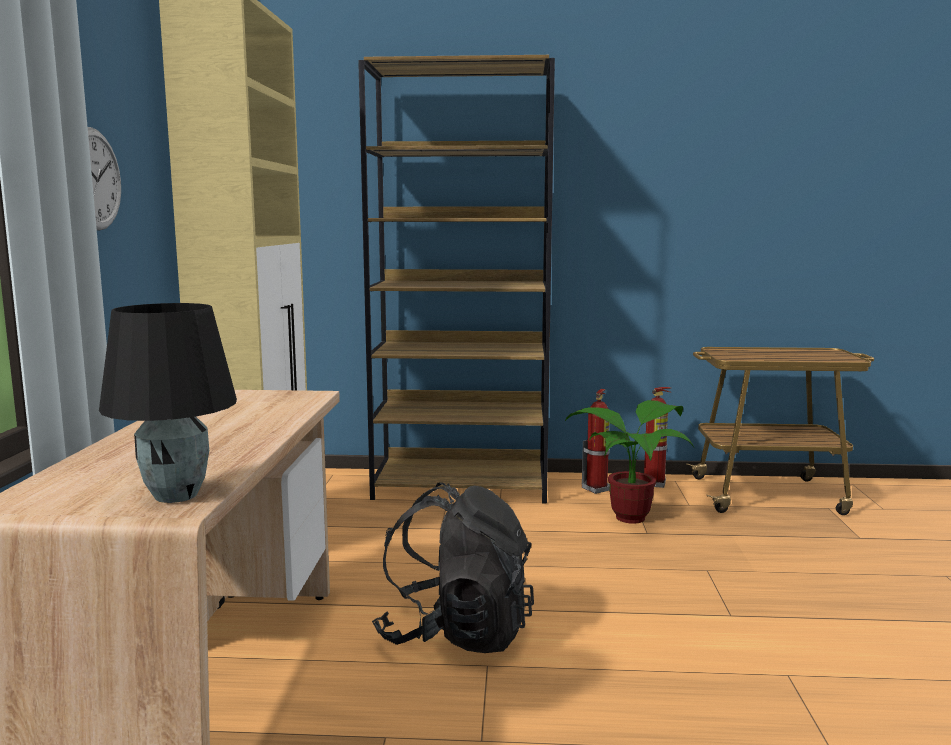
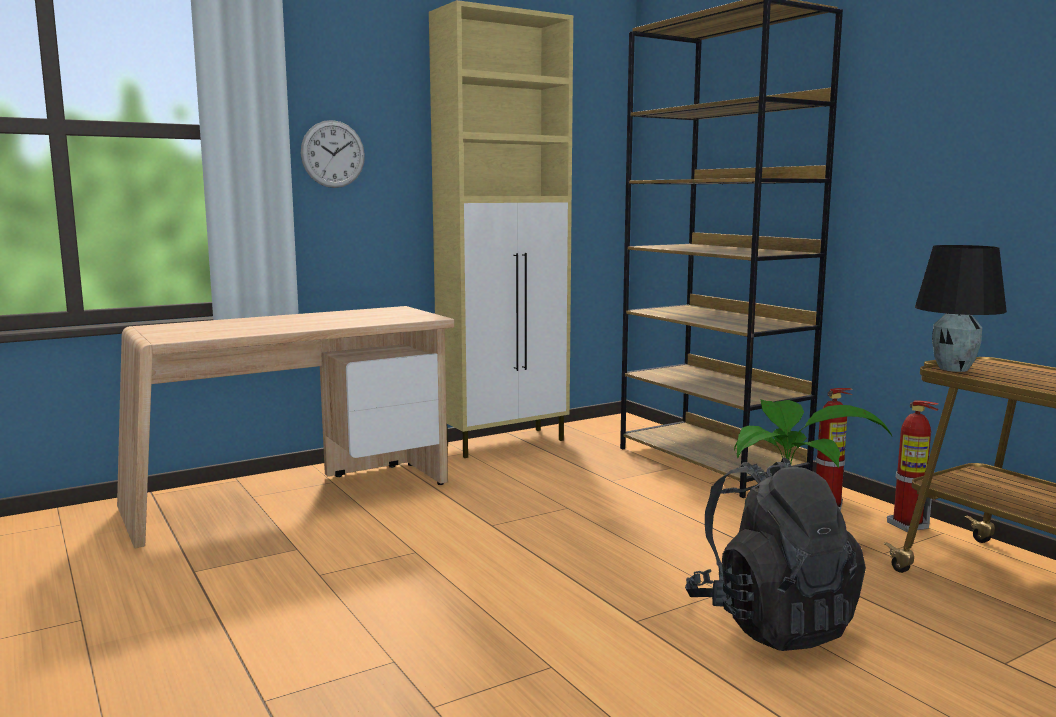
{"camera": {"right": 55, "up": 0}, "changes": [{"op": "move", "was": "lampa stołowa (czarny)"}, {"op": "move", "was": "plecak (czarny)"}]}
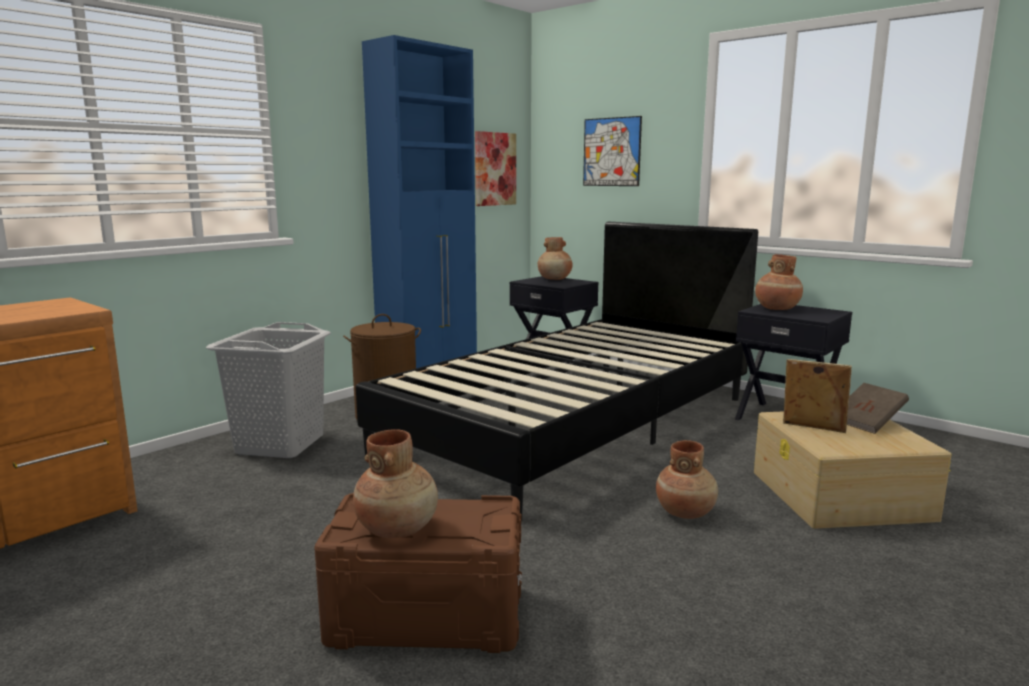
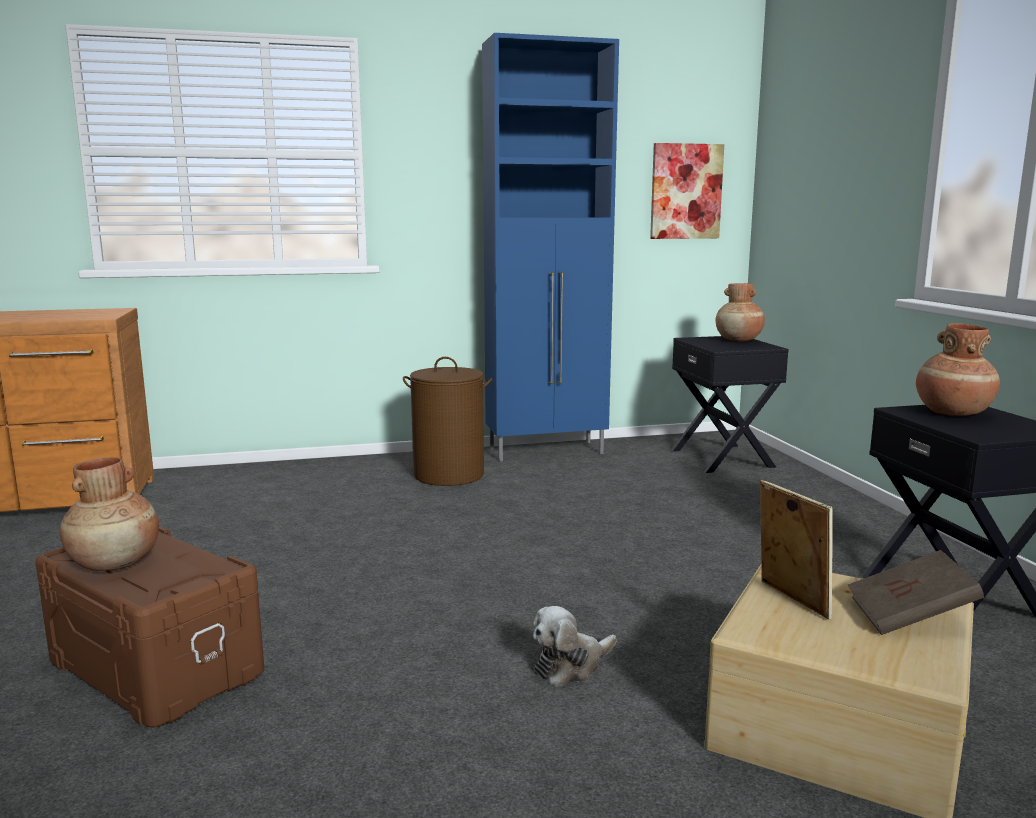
{"camera": {"right": 35, "up": 0}, "changes": [{"op": "delete", "was": "obraz (2nd from left)"}, {"op": "delete", "was": "łóżko (czarny)"}, {"op": "delete", "was": "kosz na pranie (szary)"}, {"op": "replace", "was": "wazon (brązowy) (3rd from left)", "now": "pluszak"}]}
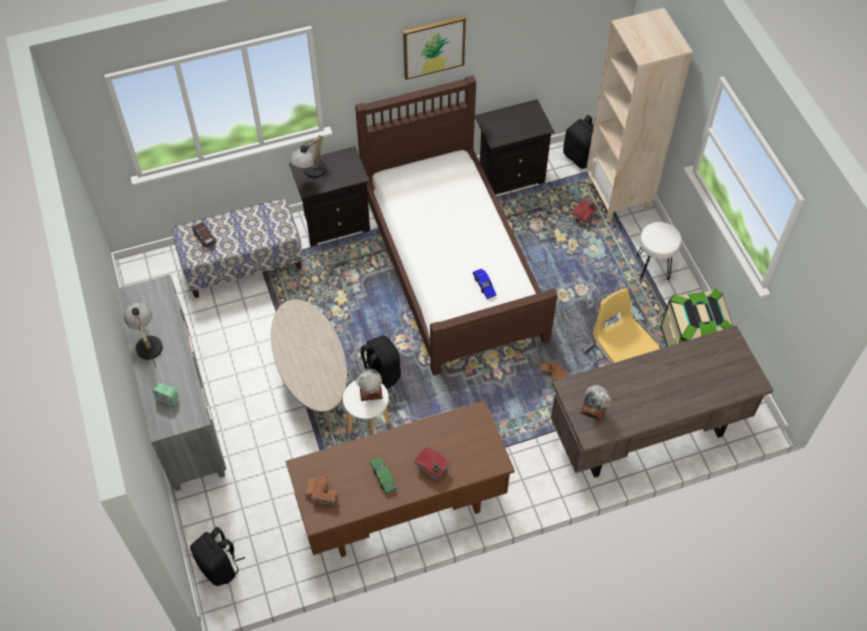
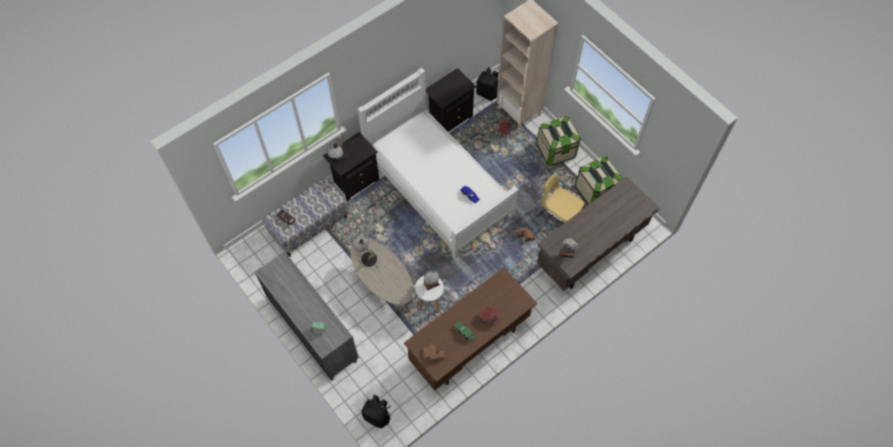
{"camera": {"right": -20, "up": 5}, "changes": [{"op": "delete", "was": "obraz"}, {"op": "recolor", "was": "łóżko (brązowy)", "now": "łóżko (biały)"}, {"op": "replace", "was": "stołek (biały) (2nd from left)", "now": "pojemnik do przechowywania (1st from left)"}, {"op": "move", "was": "lampa stołowa (1st from left in the first image)", "now": "lampa stołowa (2nd from left)"}, {"op": "delete", "was": "plecak (czarny) (2nd from left)"}]}
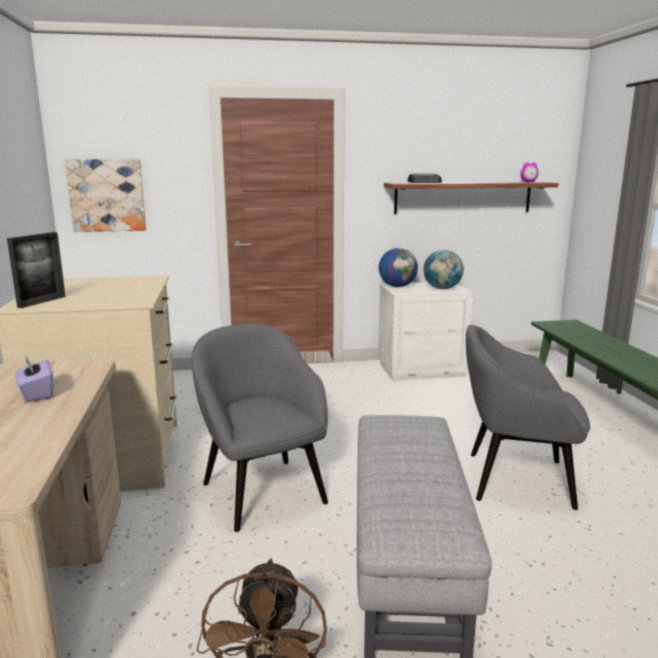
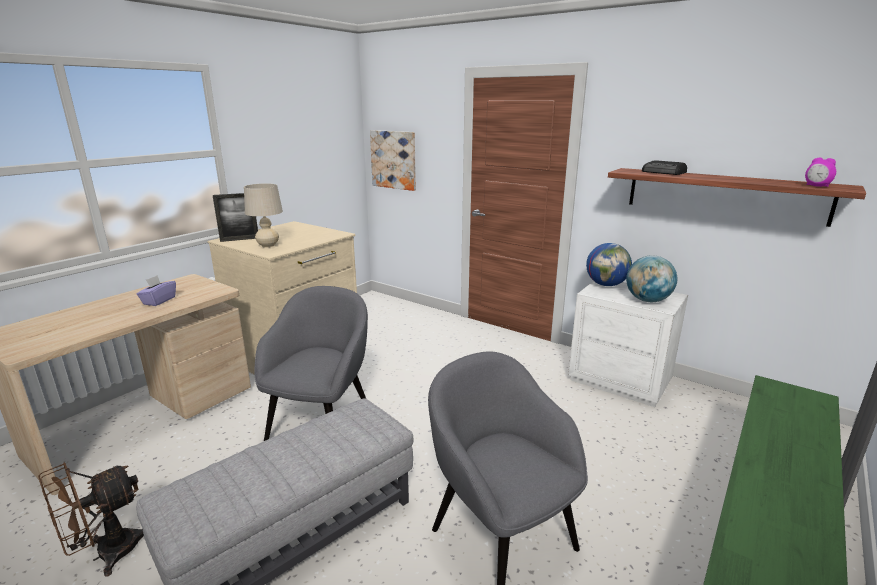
{"camera": {"right": 45, "up": 5}, "changes": [{"op": "insert", "now": "lampa stołowa (beżowy)"}]}
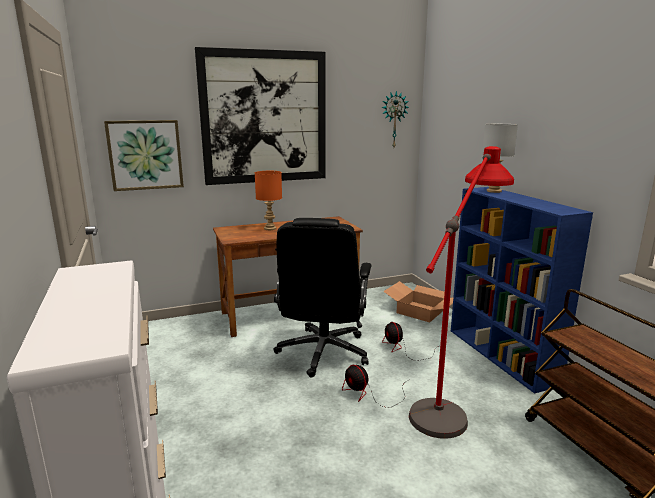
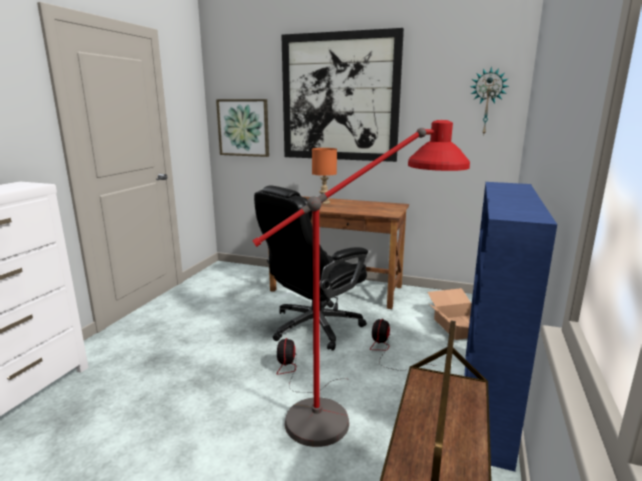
{"camera": {"right": 40, "up": 0}, "changes": [{"op": "delete", "was": "lampa stołowa (szary)"}]}
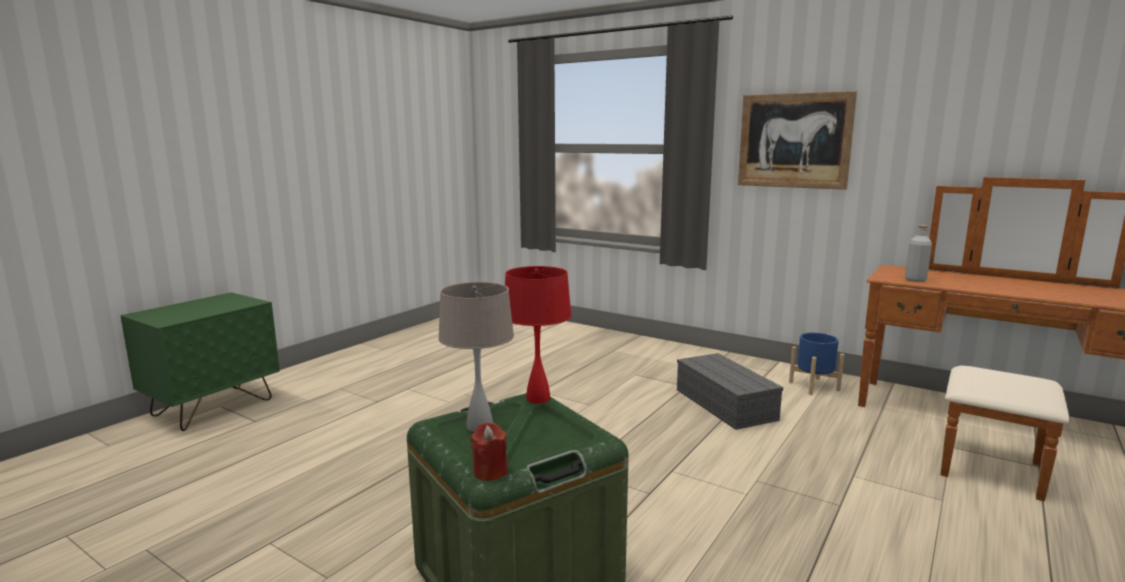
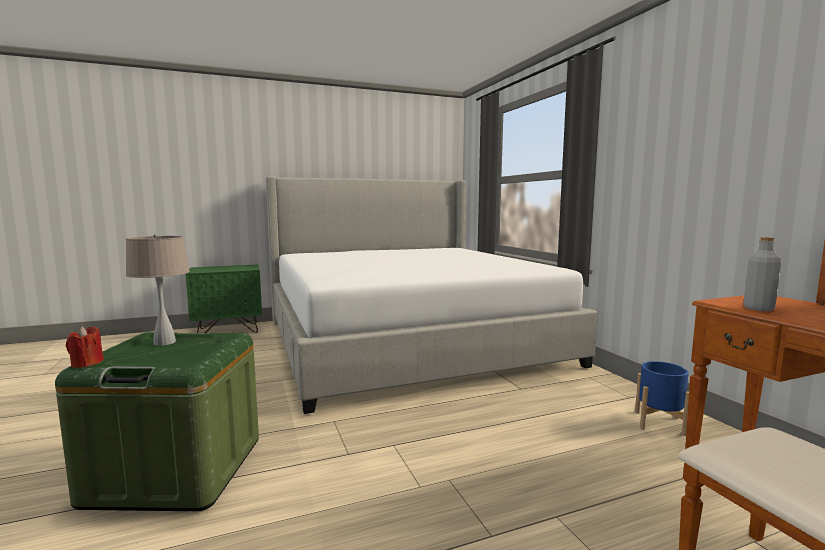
{"camera": {"right": 35, "up": -5}, "changes": [{"op": "delete", "was": "obraz"}, {"op": "delete", "was": "lampa stołowa (czerwony)"}, {"op": "delete", "was": "pojemnik do przechowywania (szary)"}, {"op": "insert", "now": "łóżko"}]}
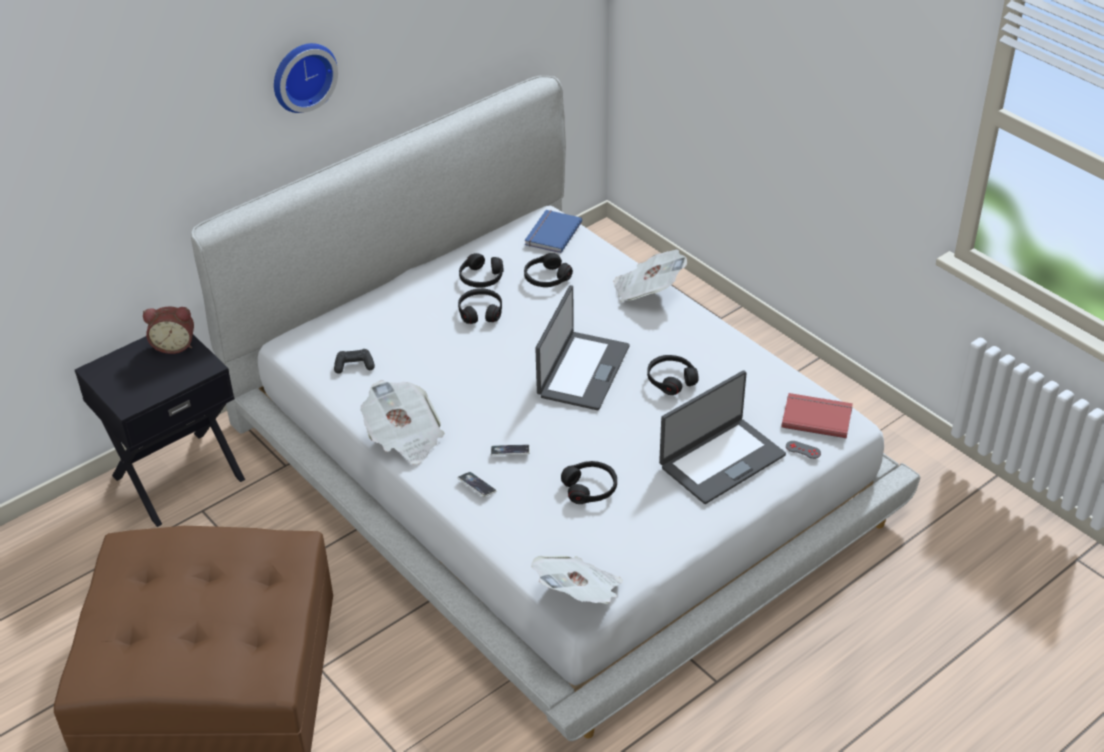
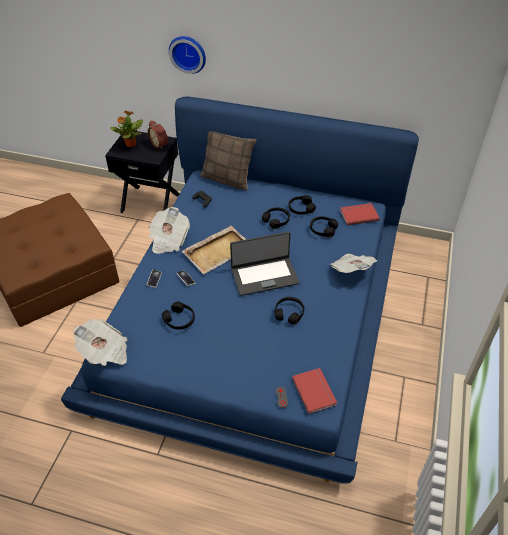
{"camera": {"right": 55, "up": 5}, "changes": [{"op": "move", "was": "zegar ścienny"}, {"op": "recolor", "was": "łóżko (biały)", "now": "łóżko (niebieski)"}, {"op": "recolor", "was": "książka (niebieski)", "now": "książka (czerwony) (2nd from left)"}, {"op": "delete", "was": "laptop (2nd from left)"}, {"op": "insert", "now": "roślina doniczkowa"}, {"op": "insert", "now": "poduszka"}, {"op": "insert", "now": "taca (beżowy)"}]}
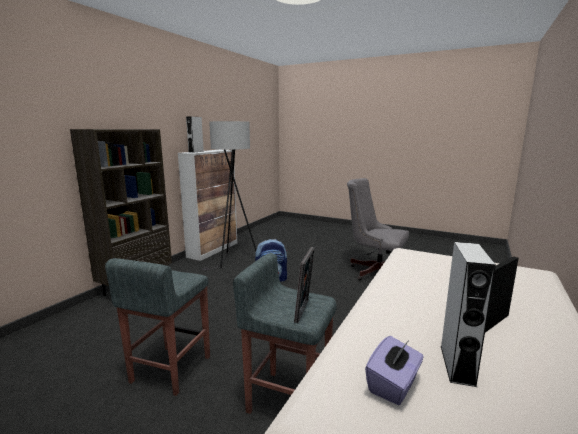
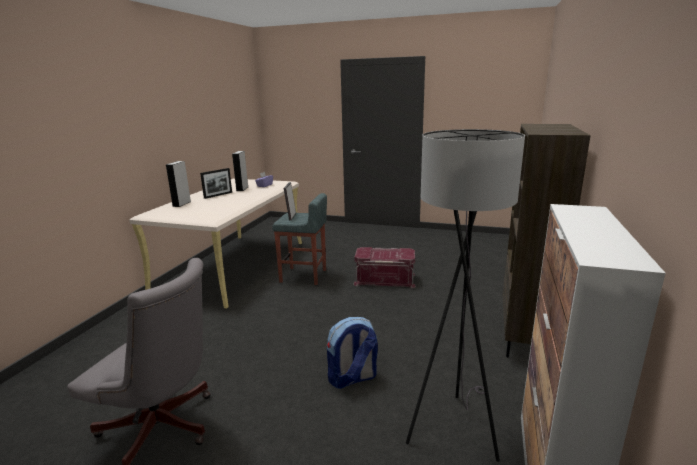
{"camera": {"right": 170, "up": 5}, "changes": [{"op": "move", "was": "głośnik (szary) (1st from left)"}, {"op": "replace", "was": "stołek (szary) (1st from left)", "now": "pojemnik do przechowywania (czerwony)"}]}
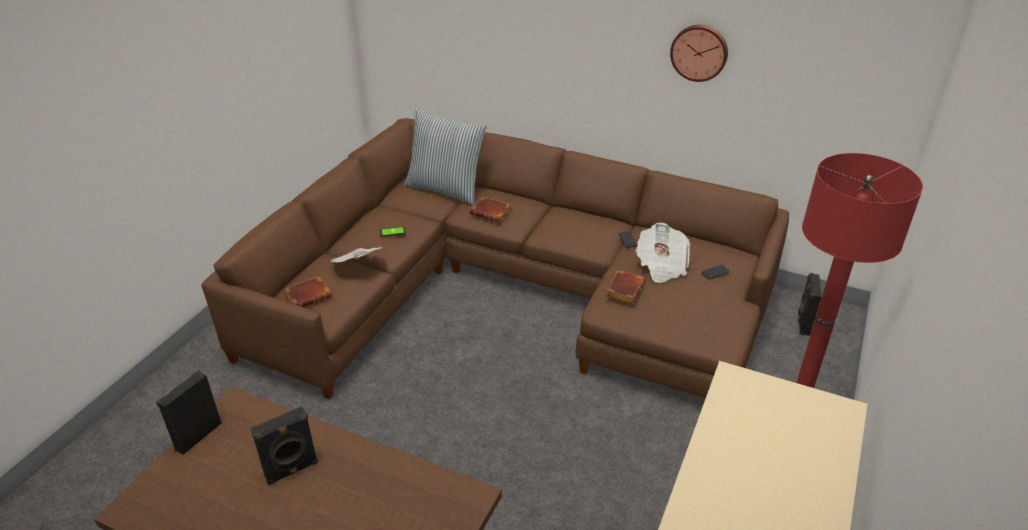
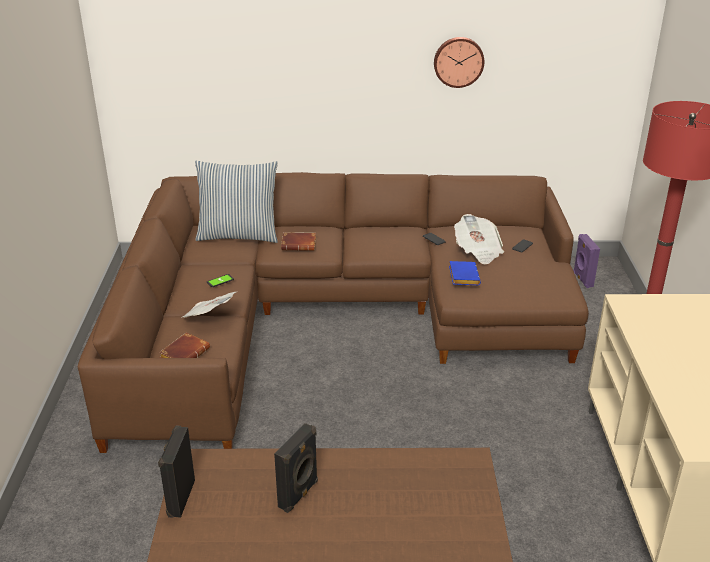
{"camera": {"right": -25, "up": -5}, "changes": [{"op": "recolor", "was": "książka (brązowy) (3rd from left)", "now": "książka (niebieski)"}, {"op": "recolor", "was": "głośnik (czarny) (3rd from left)", "now": "głośnik (fioletowy)"}]}
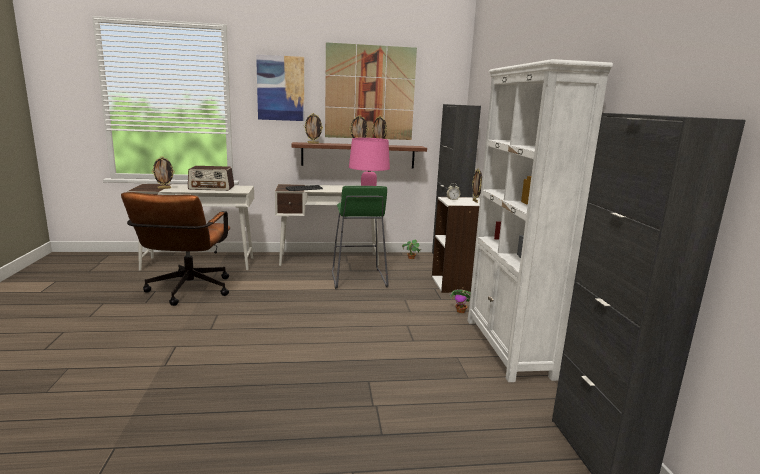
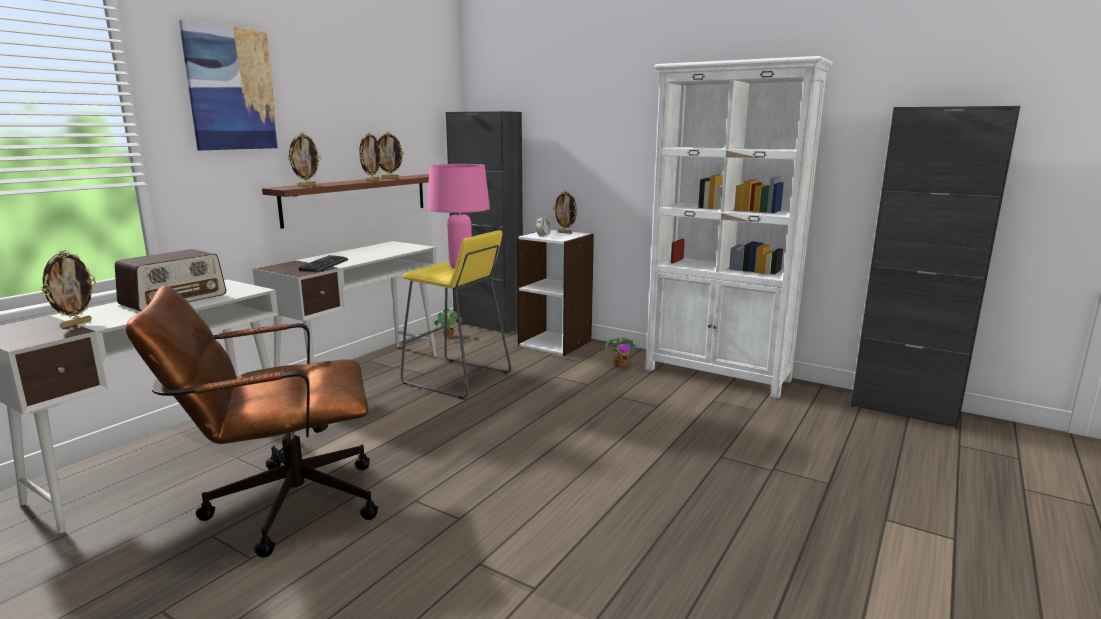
{"camera": {"right": -50, "up": 0}, "changes": [{"op": "delete", "was": "obraz (2nd from left)"}, {"op": "recolor", "was": "stołek (zielony)", "now": "stołek (żółty)"}, {"op": "rotate", "was": "krzesło biurowe (brązowy)", "clockwise": 120}]}
